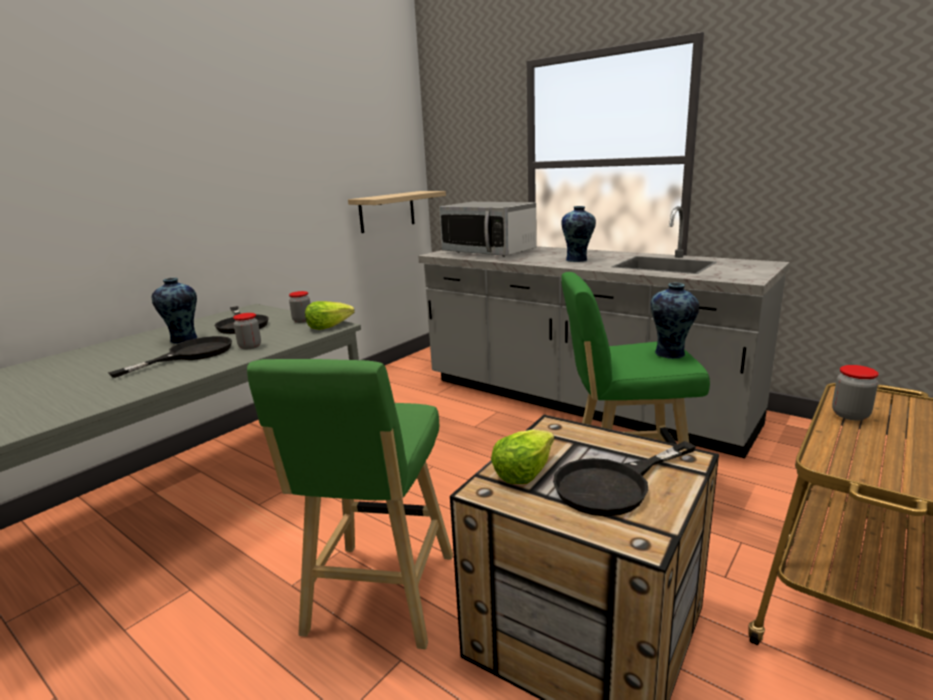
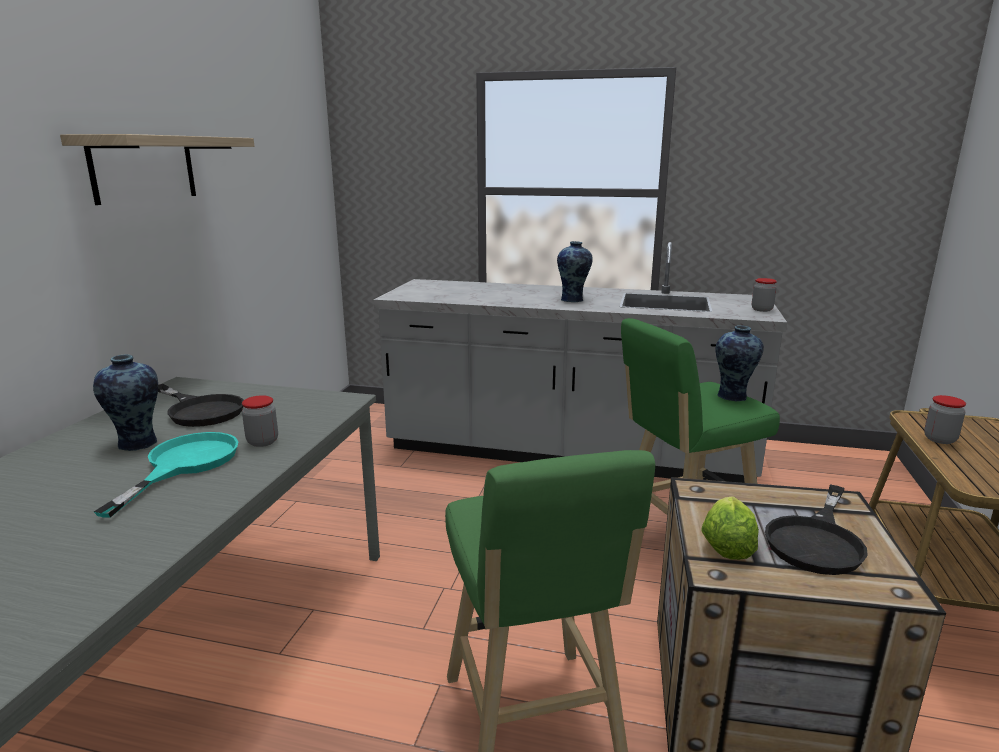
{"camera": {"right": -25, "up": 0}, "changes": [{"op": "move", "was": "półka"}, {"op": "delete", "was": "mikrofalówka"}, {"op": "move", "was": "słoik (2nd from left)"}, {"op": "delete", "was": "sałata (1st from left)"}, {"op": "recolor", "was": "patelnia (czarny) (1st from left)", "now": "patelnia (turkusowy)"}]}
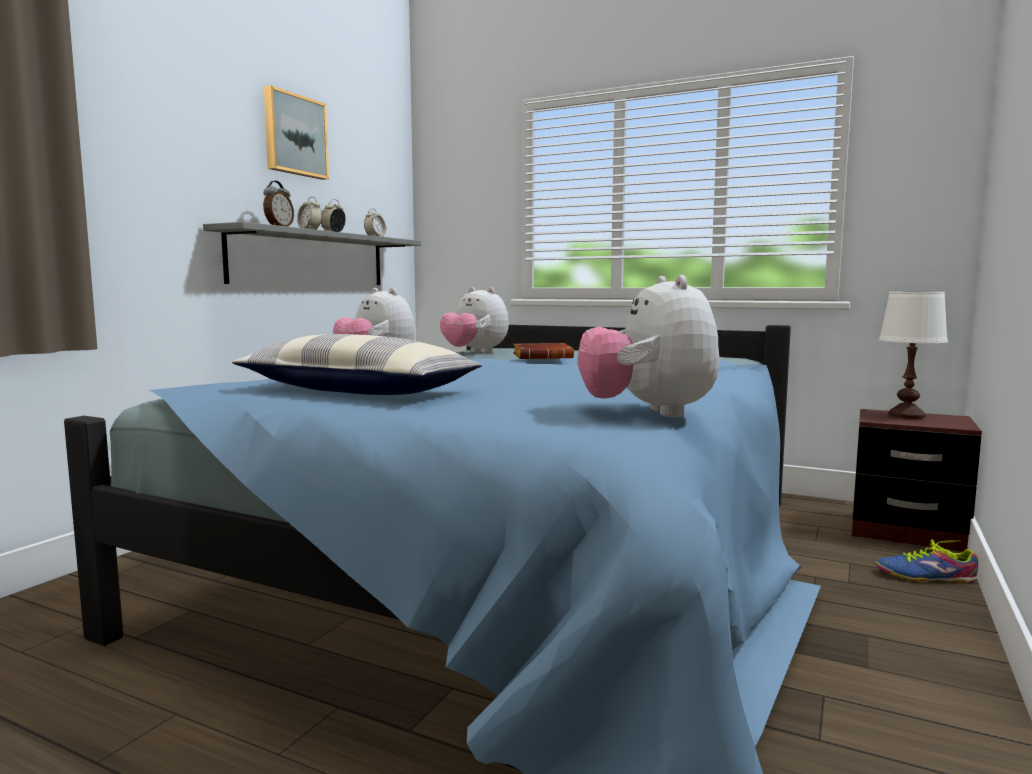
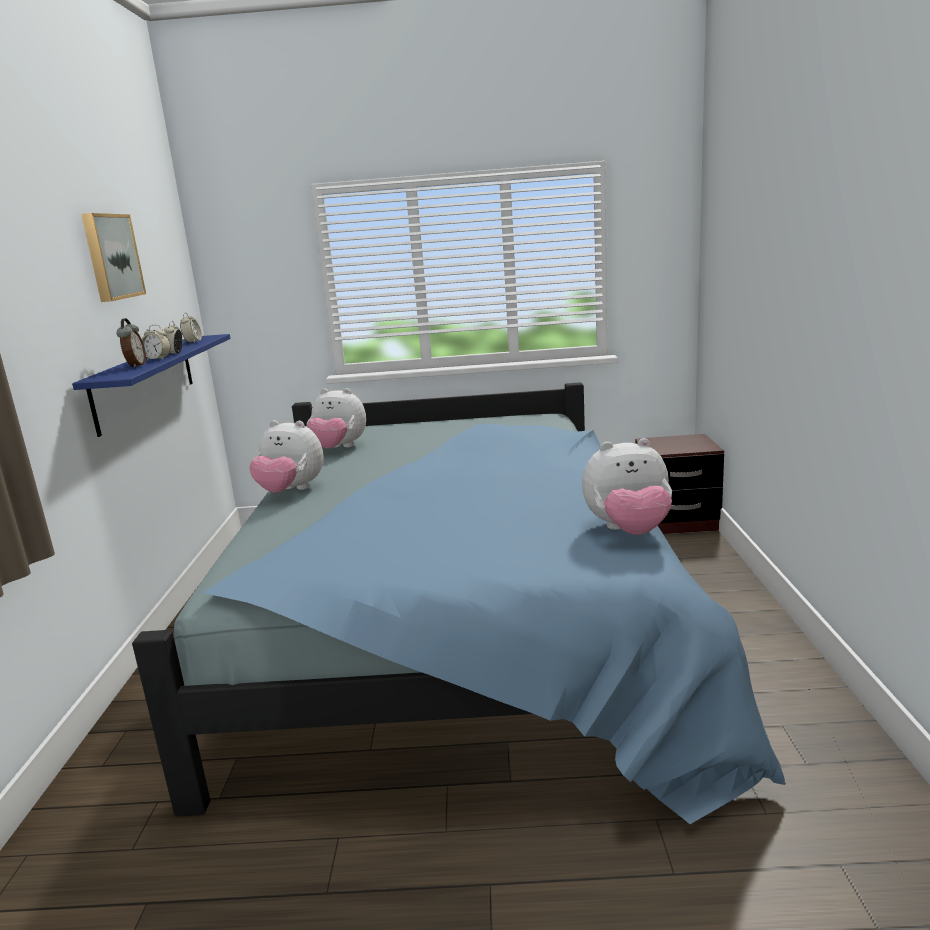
{"camera": {"right": -25, "up": 10}, "changes": [{"op": "recolor", "was": "półka (szary)", "now": "półka (niebieski)"}, {"op": "rotate", "was": "pluszak (3rd from left)", "clockwise": -60}, {"op": "delete", "was": "lampa stołowa (biały)"}, {"op": "delete", "was": "poduszka"}, {"op": "delete", "was": "książka (brązowy)"}, {"op": "delete", "was": "but"}]}
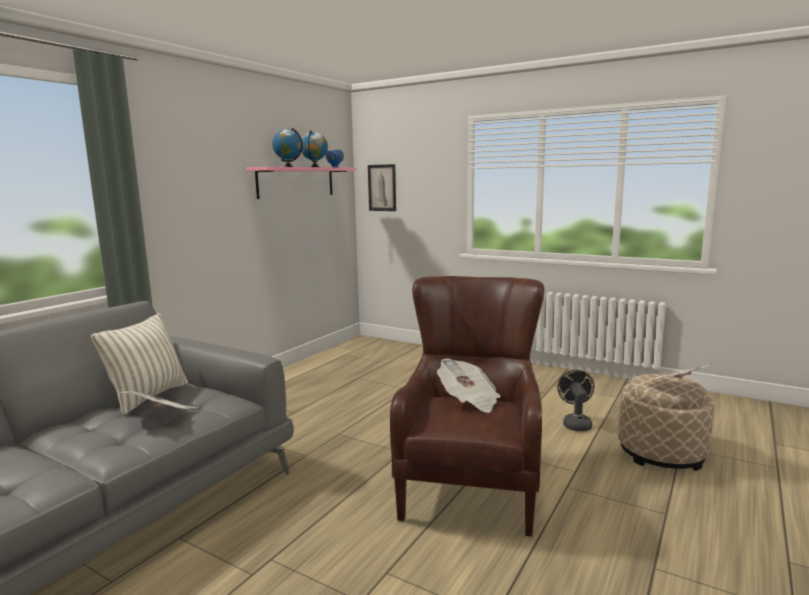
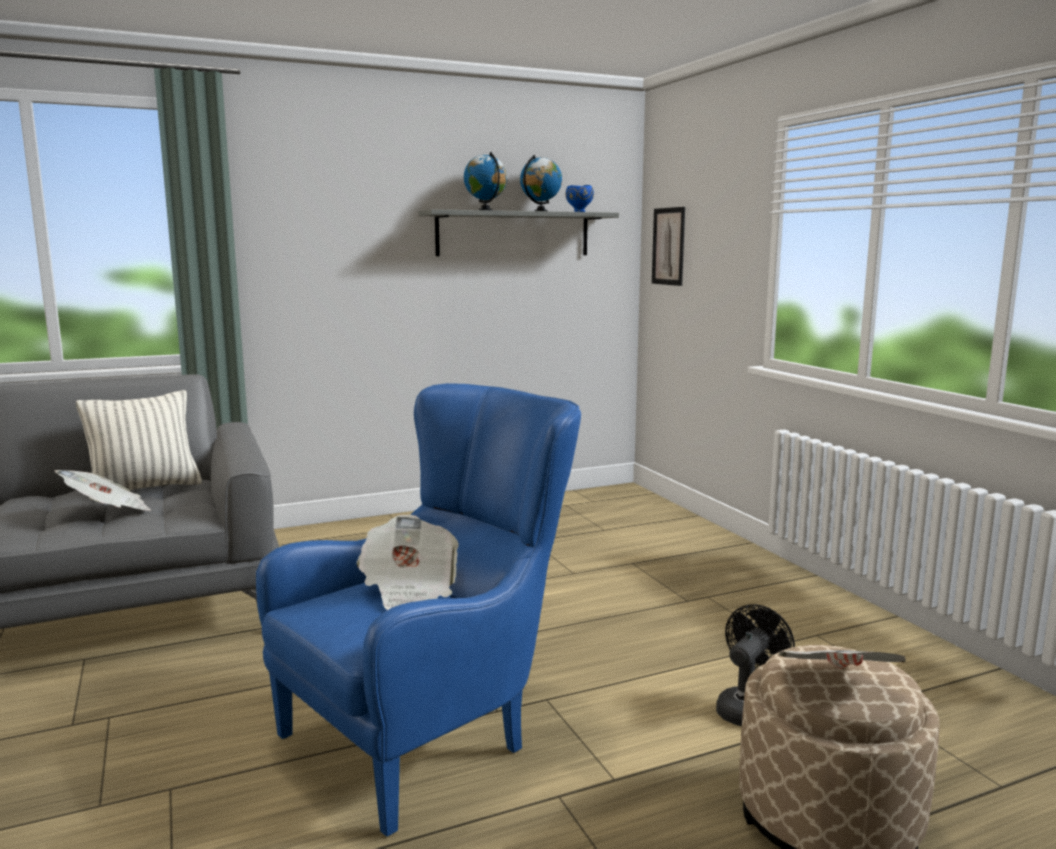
{"camera": {"right": 35, "up": 0}, "changes": [{"op": "recolor", "was": "półka (różowy)", "now": "półka (szary)"}, {"op": "recolor", "was": "fotel (brązowy)", "now": "fotel (niebieski)"}]}
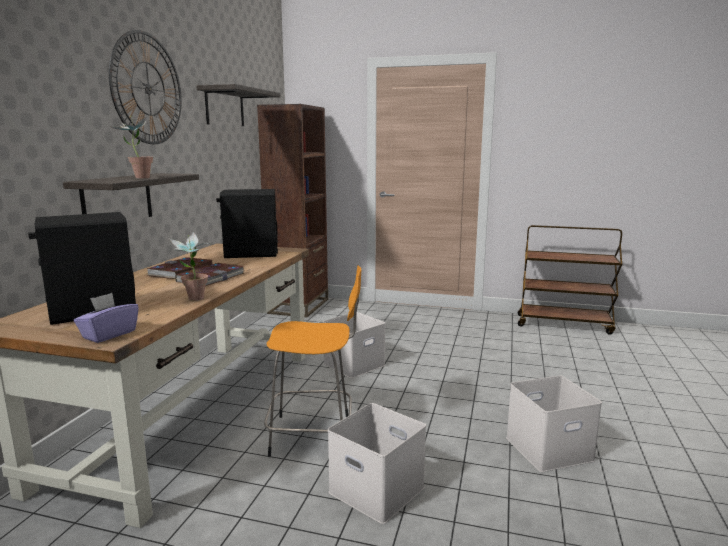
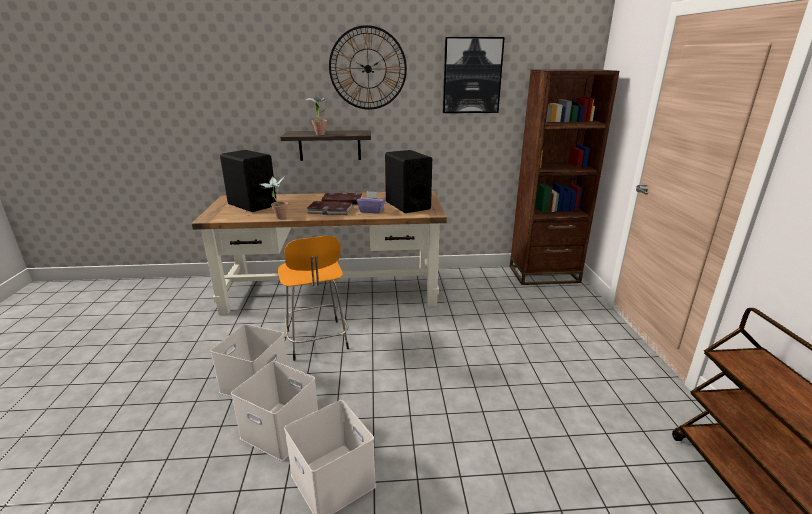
{"camera": {"right": 70, "up": 10}, "changes": [{"op": "replace", "was": "półka (2nd from left)", "now": "obraz"}, {"op": "move", "was": "pudełko chusteczek (fioletowy)"}, {"op": "move", "was": "pojemnik do przechowywania (biały) (1st from left in the first image)", "now": "pojemnik do przechowywania (biały) (2nd from left)"}]}
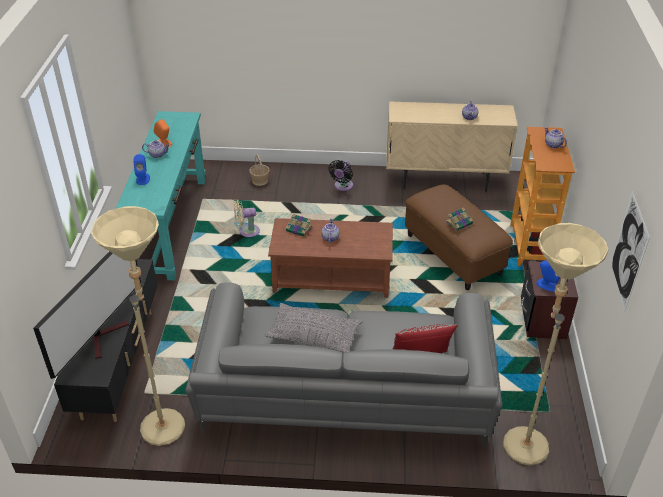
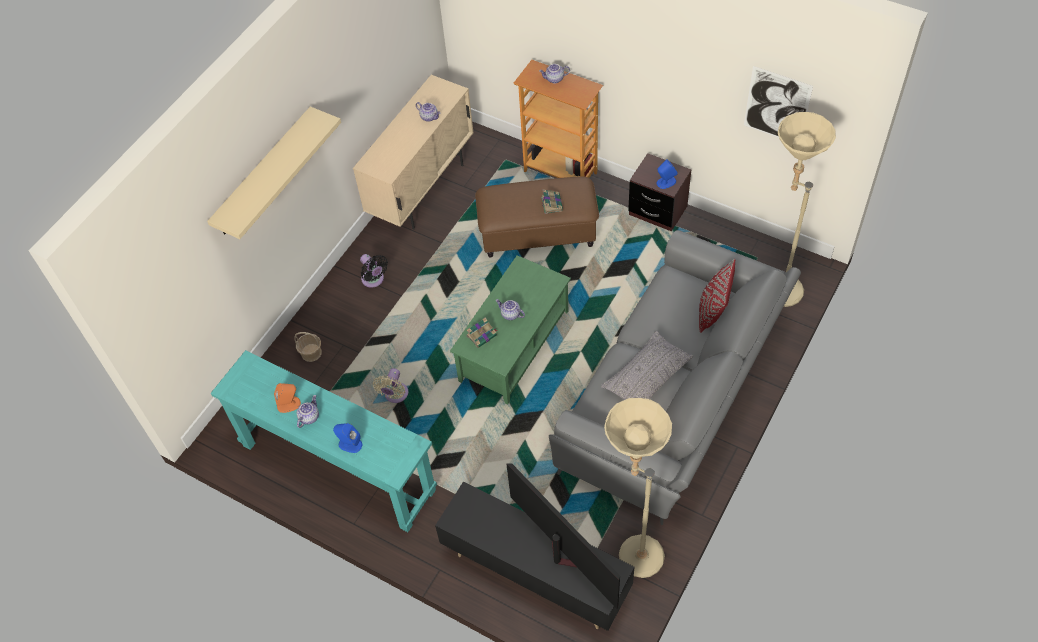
{"camera": {"right": -60, "up": 15}, "changes": [{"op": "recolor", "was": "ława (brązowy)", "now": "ława (zielony)"}, {"op": "insert", "now": "półka (beżowy)"}]}
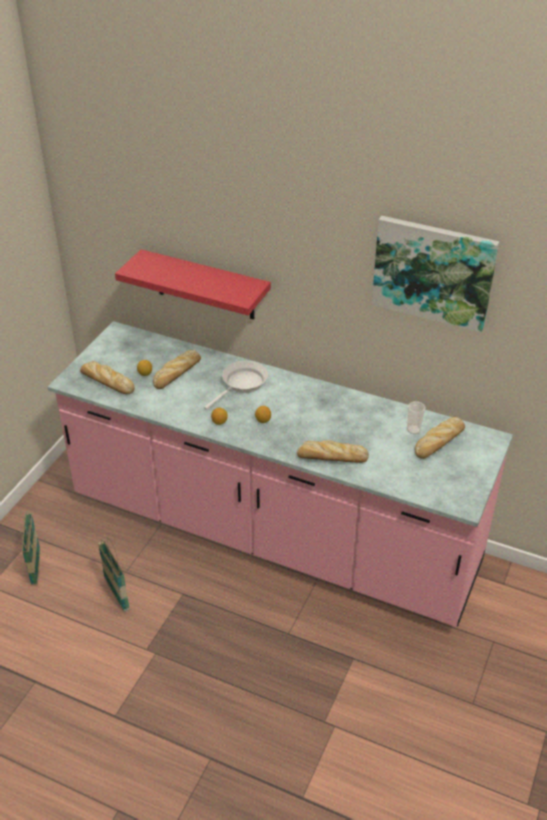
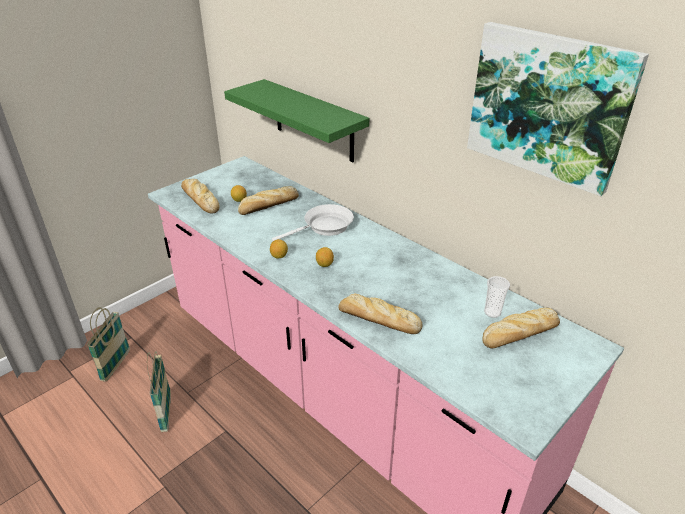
{"camera": {"right": 20, "up": -5}, "changes": [{"op": "recolor", "was": "półka (czerwony)", "now": "półka (zielony)"}]}
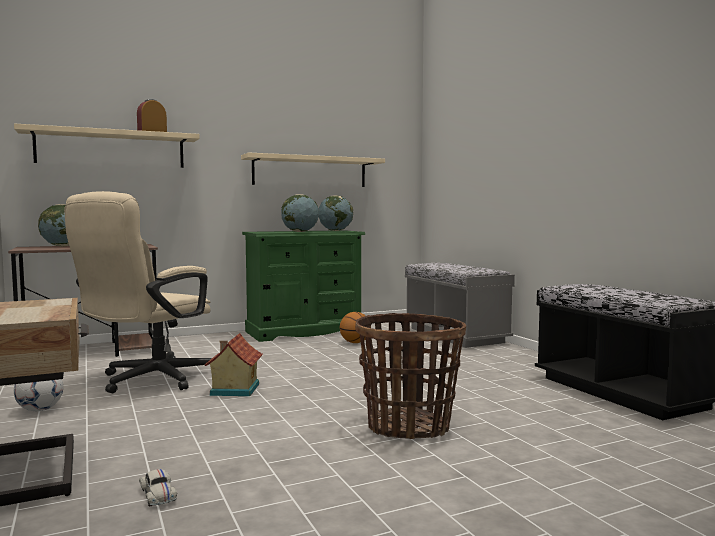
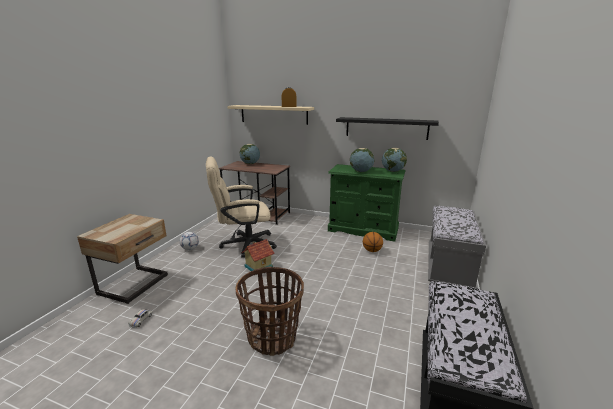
{"camera": {"right": 45, "up": 15}, "changes": [{"op": "recolor", "was": "półka (beżowy) (2nd from left)", "now": "półka (czarny)"}]}
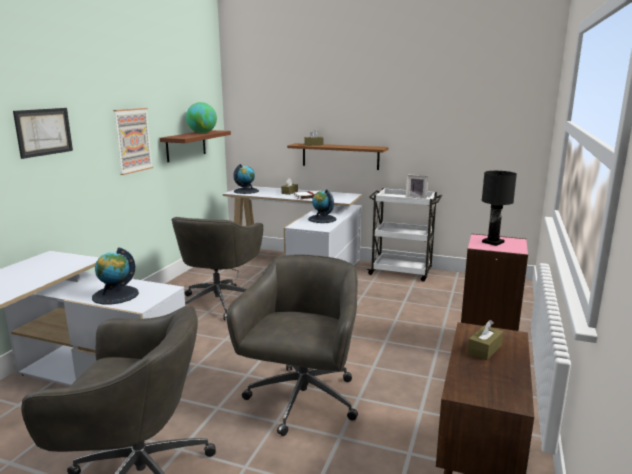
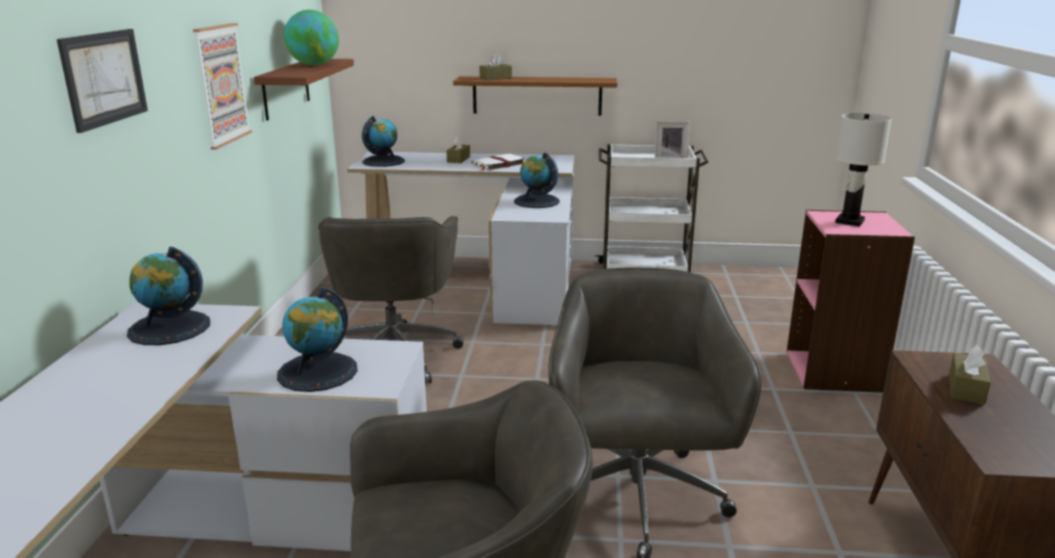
{"camera": {"right": -15, "up": 5}, "changes": [{"op": "recolor", "was": "lampa stołowa (czarny)", "now": "lampa stołowa (biały)"}, {"op": "insert", "now": "globus (1st from left)"}]}
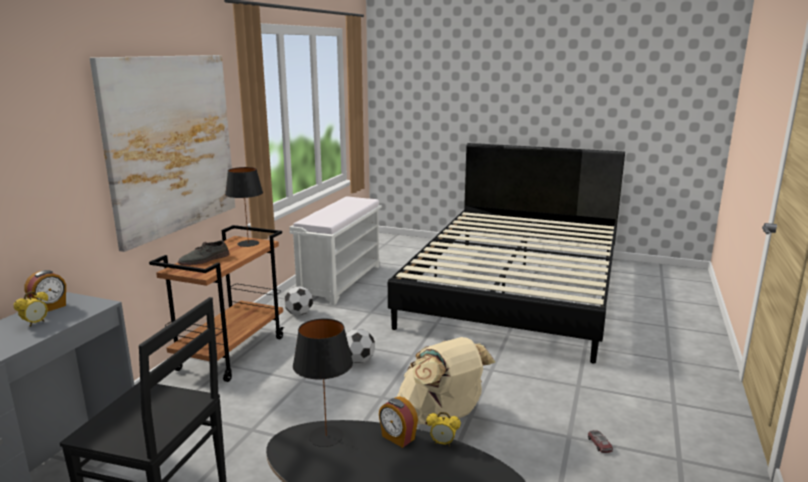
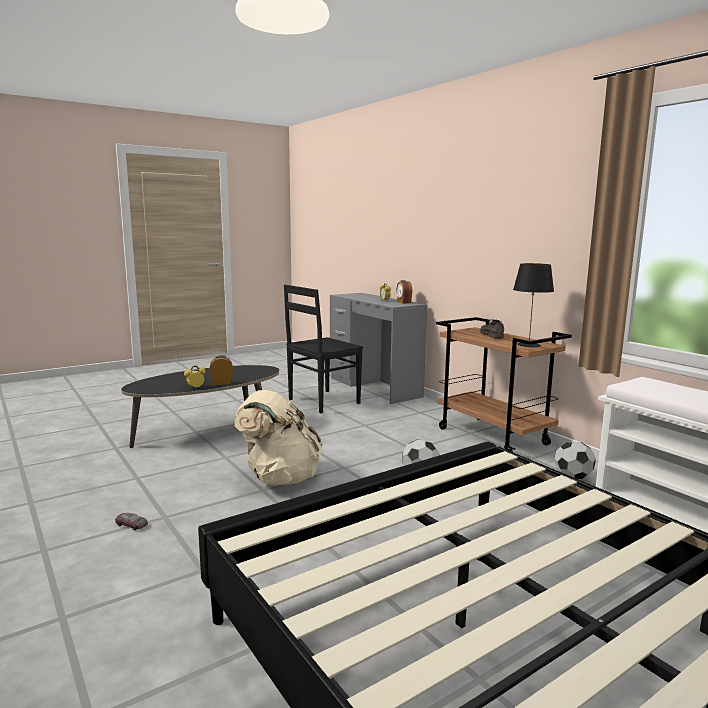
{"camera": {"right": 125, "up": -5}, "changes": [{"op": "delete", "was": "obraz"}, {"op": "delete", "was": "lampa stołowa (czarny) (2nd from left)"}]}
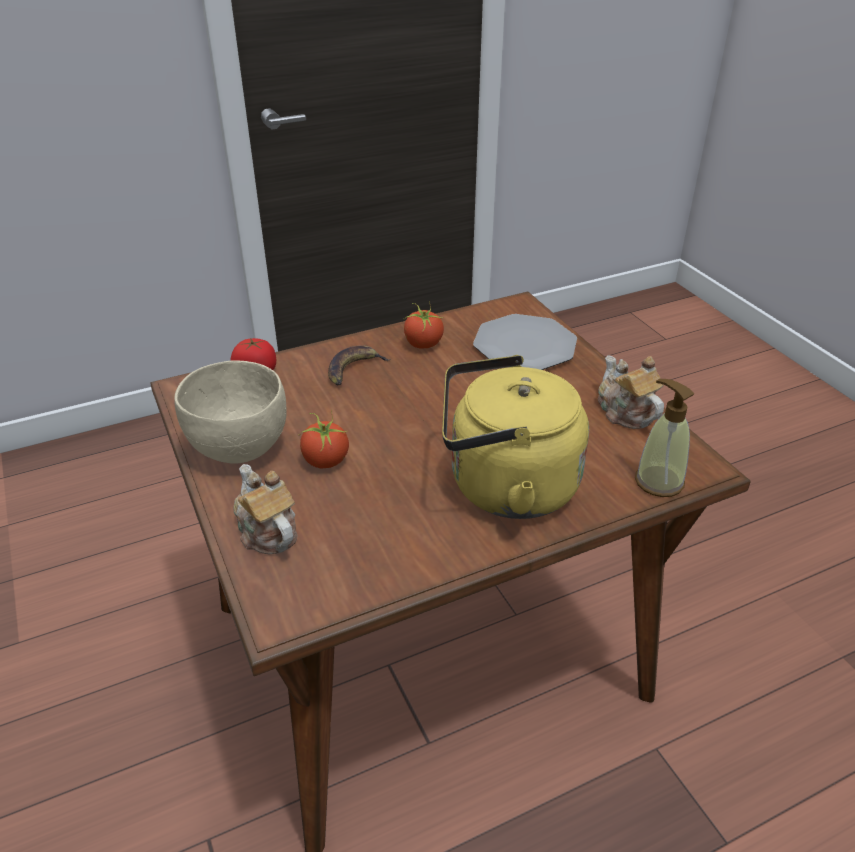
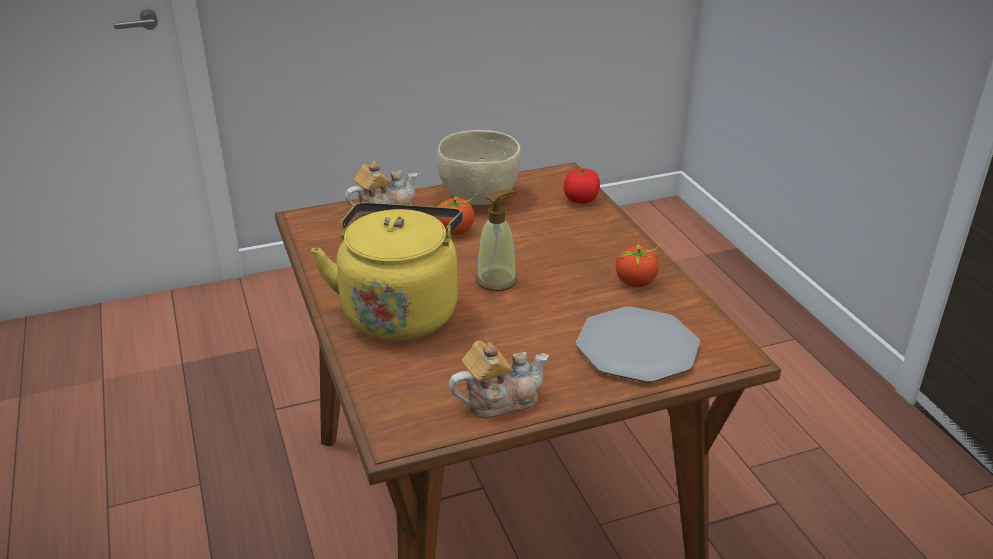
{"camera": {"right": 95, "up": -5}, "changes": [{"op": "delete", "was": "banan"}, {"op": "move", "was": "dozownik mydła"}]}
